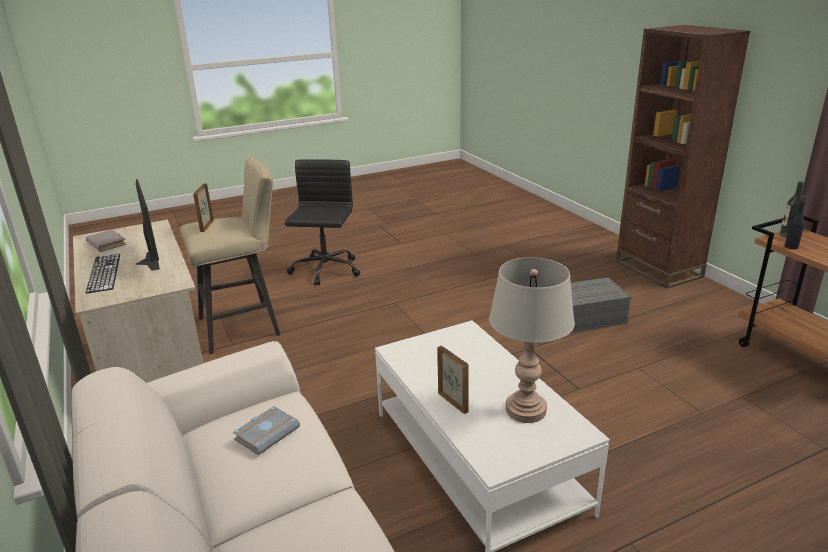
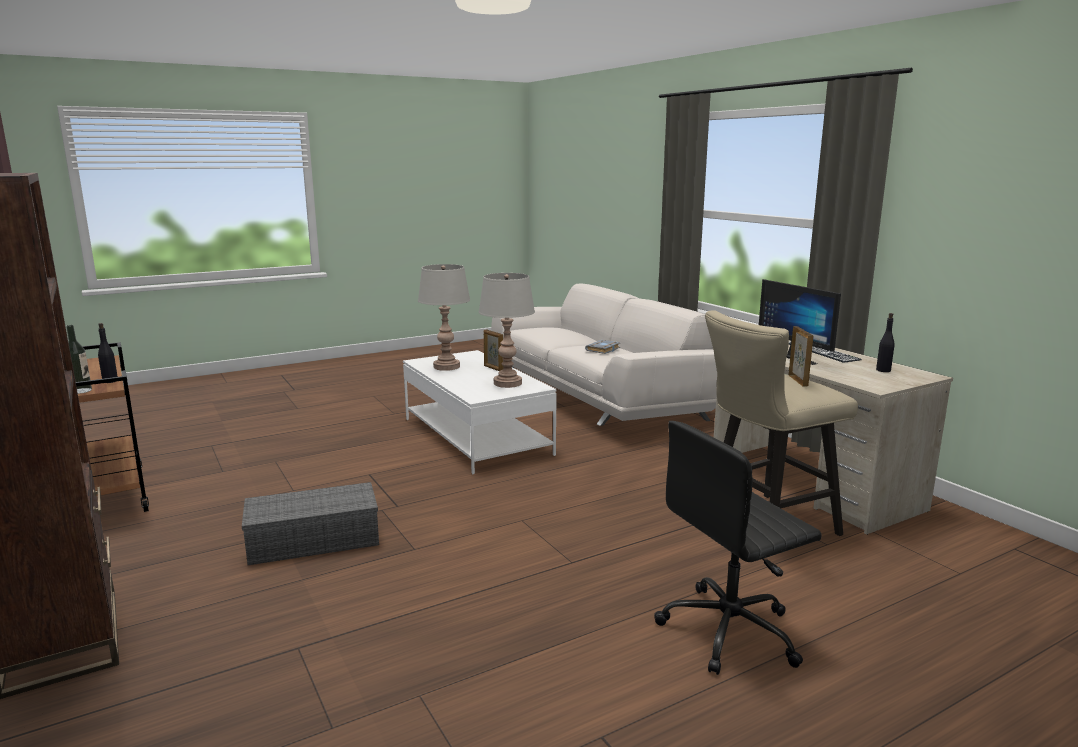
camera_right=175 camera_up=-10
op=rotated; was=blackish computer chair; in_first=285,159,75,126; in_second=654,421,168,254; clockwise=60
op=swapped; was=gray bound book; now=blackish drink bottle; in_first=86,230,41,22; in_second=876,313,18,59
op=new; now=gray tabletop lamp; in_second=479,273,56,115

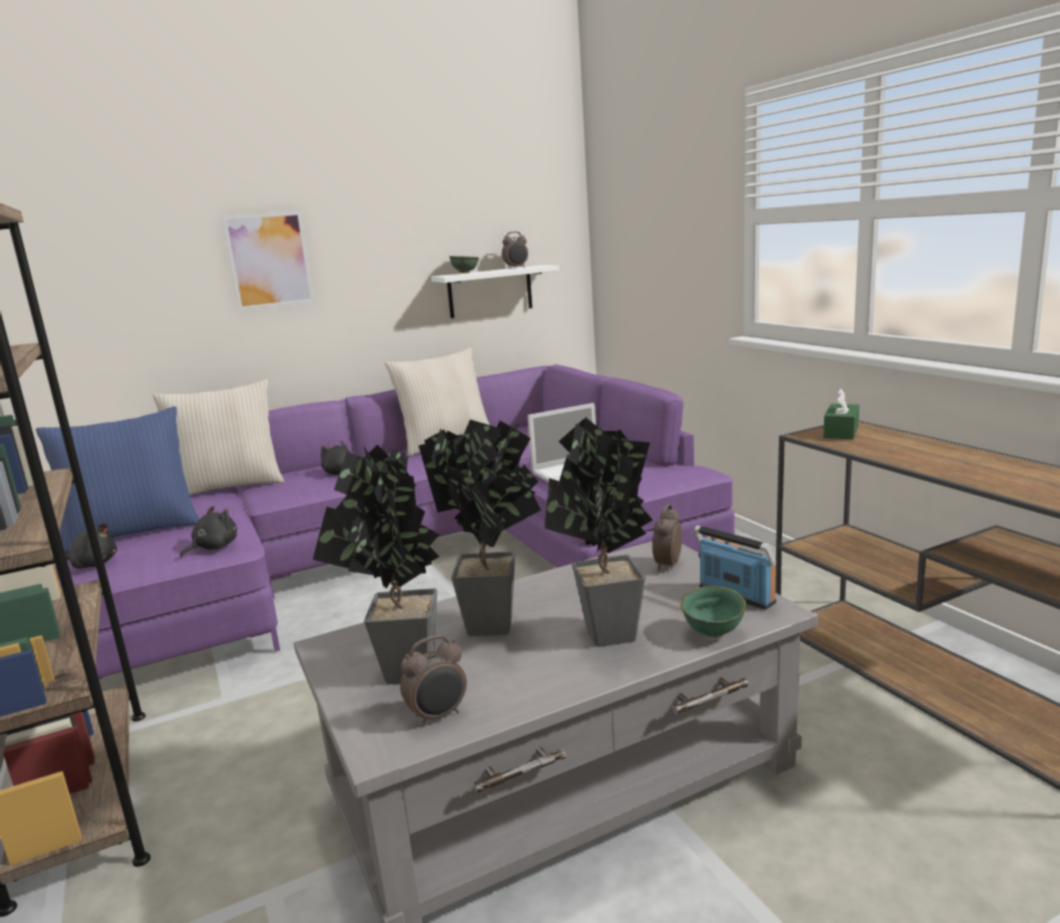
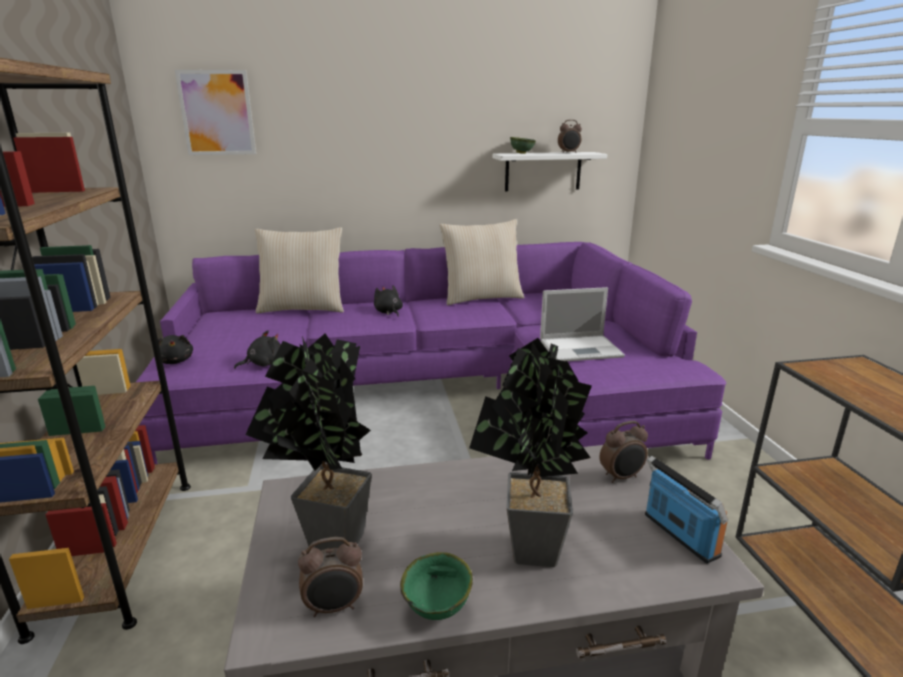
camera_right=15 camera_up=5
op=shifted; was=wall art; in_first=221,211,94,100; in_second=175,70,81,85
op=gone; was=green tissue holder; in_first=824,388,35,51
op=gone; was=blue-coloured throw pillow; in_first=36,406,164,146
op=gone; was=houseplant; in_first=419,420,122,216
op=rotated; was=bedside clock; in_first=652,504,30,67; in_second=600,421,48,62; clockwise=-150
op=rotated; was=blackish soft toy; in_first=66,523,51,46; in_second=158,335,35,29; clockwise=45
op=shifted; was=green deep dish; in_first=680,586,67,52; in_second=400,552,73,68

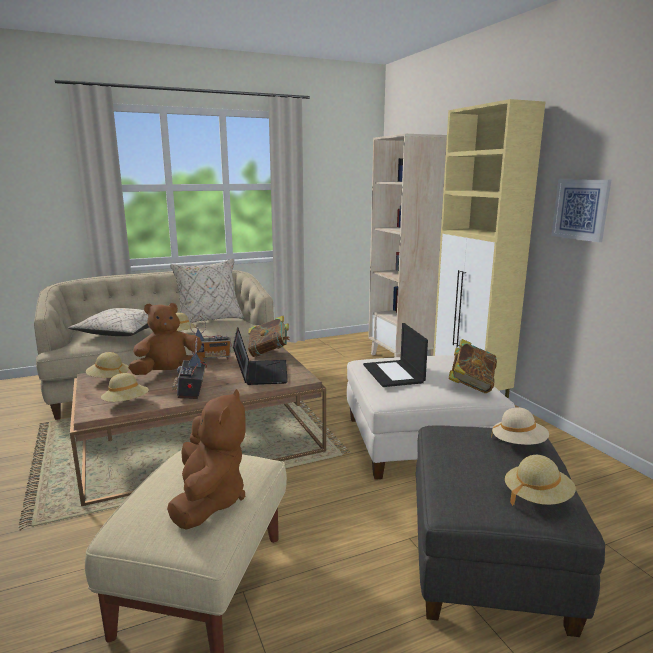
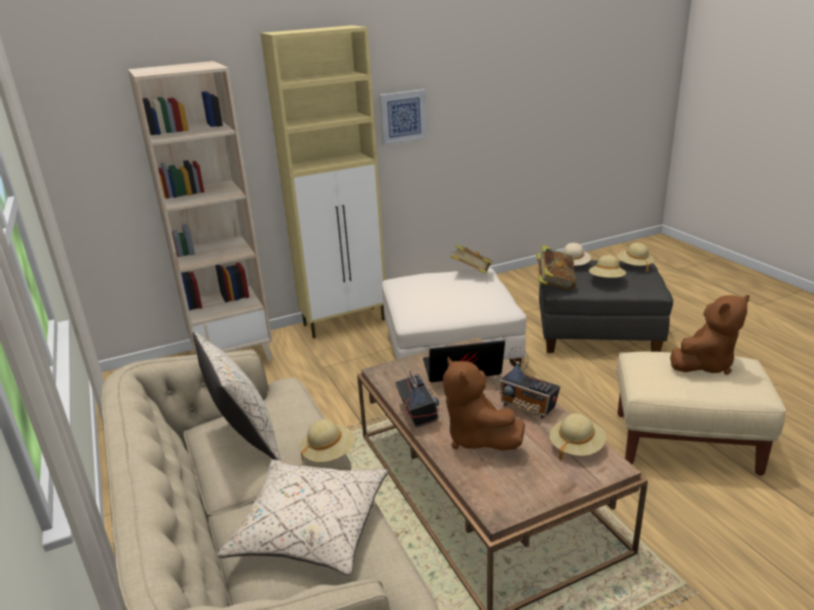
camera_right=-90 camera_up=10
op=shifted; was=bound book; in_first=248,316,42,41; in_second=536,245,40,45
op=gone; was=portable computer; in_first=363,323,65,64
op=rotated; was=radio set; in_first=172,337,35,62; in_second=499,347,61,72; clockwise=45
op=shifted; was=sand-coloured hat; in_first=86,352,43,26; in_second=589,255,37,23
op=rotated; was=brown-coloured soft toy; in_first=167,389,79,141; in_second=670,295,79,80; clockwise=150

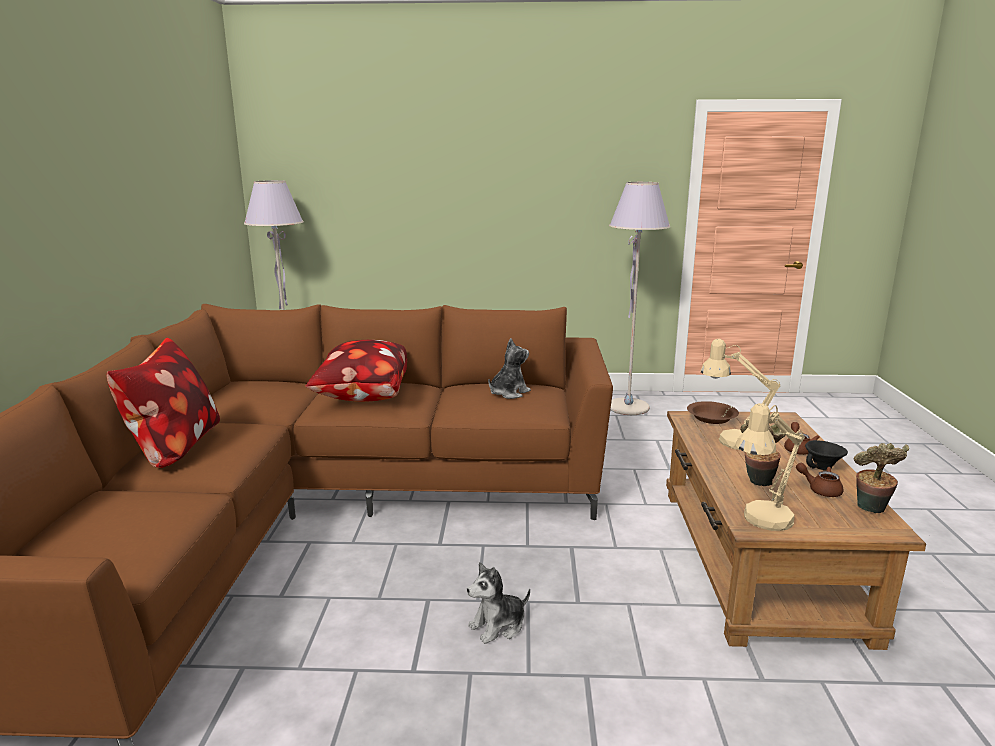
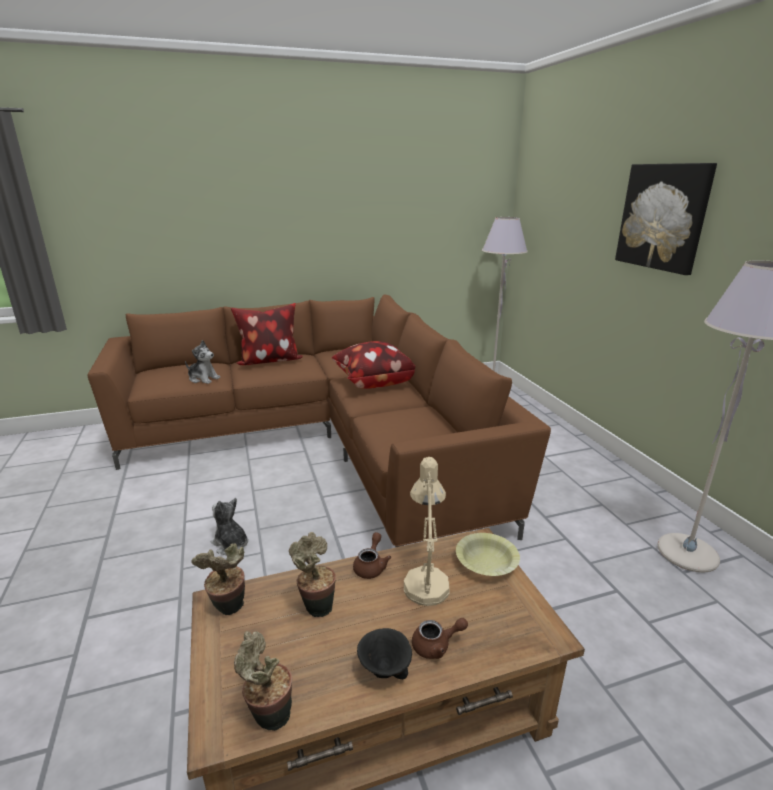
camera_right=70 camera_up=5
op=shifted; was=soft toy; in_first=488,338,43,61; in_second=185,340,35,44
op=repainted; was=brown-coloured deep dish; now=yellow-coloured deep dish; in_first=687,401,52,23; in_second=456,533,64,43
op=swapped; was=sand-coloured tabletop lamp; now=houseplant; in_first=736,403,69,128; in_second=191,543,54,72
op=shifted; was=brown-coloured teapot; in_first=796,463,48,34; in_second=353,532,38,47
op=new; now=wall art; in_second=615,163,102,112

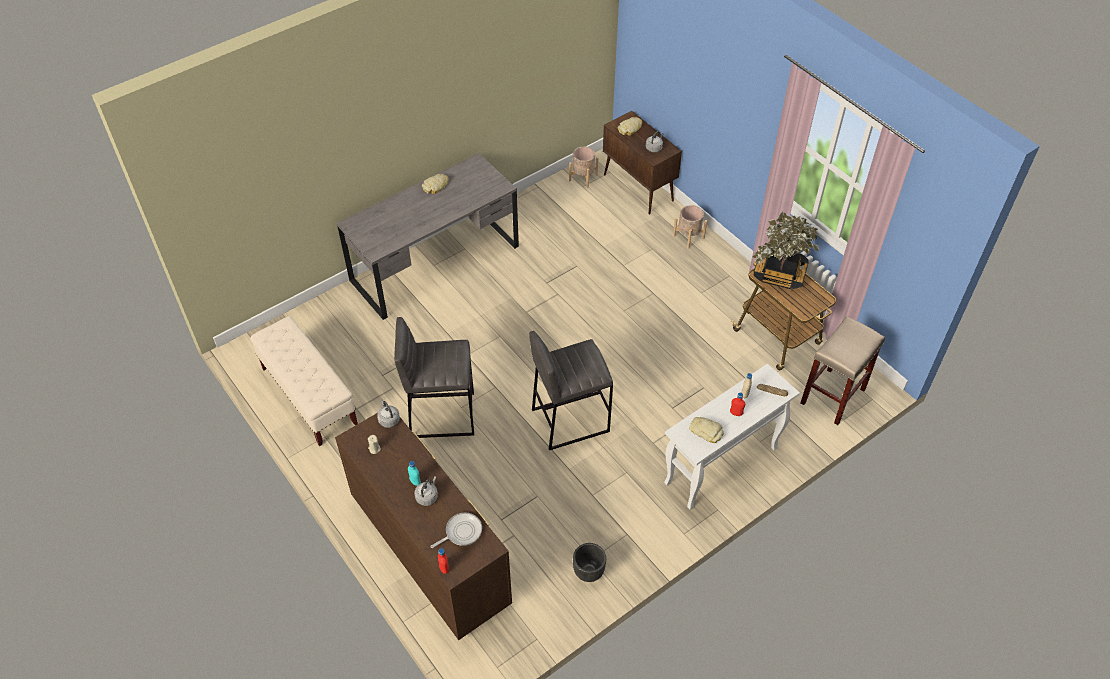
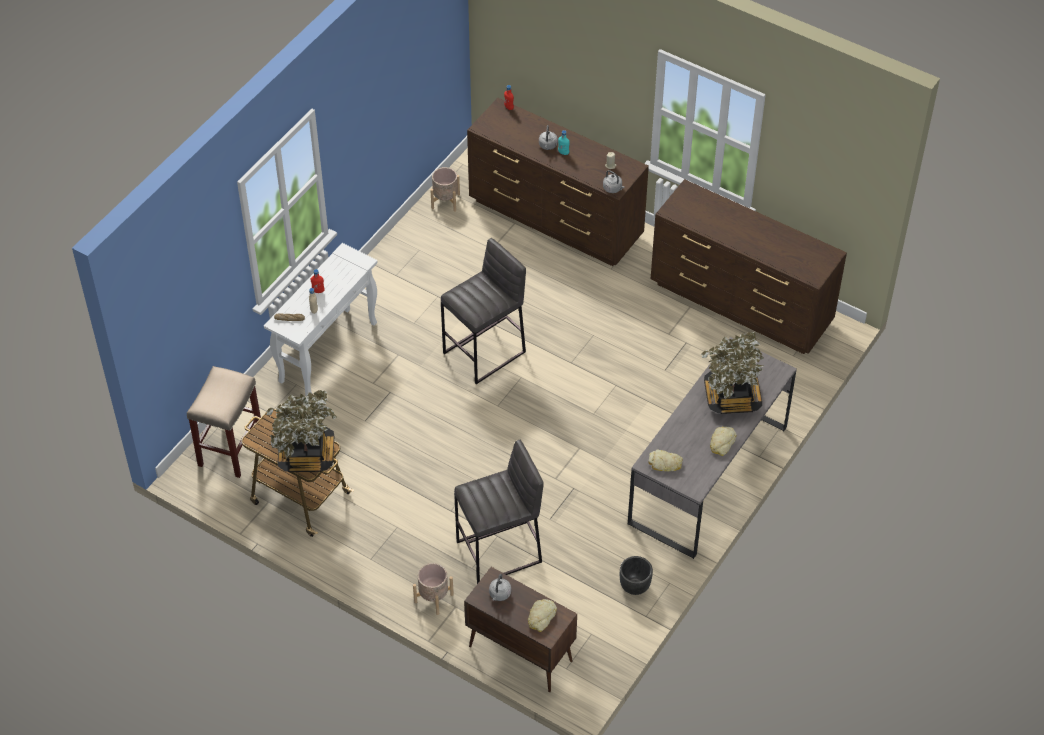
camera_right=160 camera_up=0
op=shifted; was=sand-coloured planter; in_first=569,147,30,41; in_second=431,167,29,45
op=swapped; was=sand-coloured indoor bench; now=brown-coloured dresser; in_first=250,316,108,130; in_second=651,179,196,175
op=shifted; was=gray sitting stool; in_first=394,317,80,121; in_second=454,439,90,145
op=shifted; was=baked bread; in_first=689,417,35,26; in_second=649,450,34,21
op=gone; was=skillet; in_first=430,513,52,35
op=shifted; was=blackish planter; in_first=573,543,33,39; in_second=620,556,33,39
op=new; now=houseplant; in_second=701,332,63,82

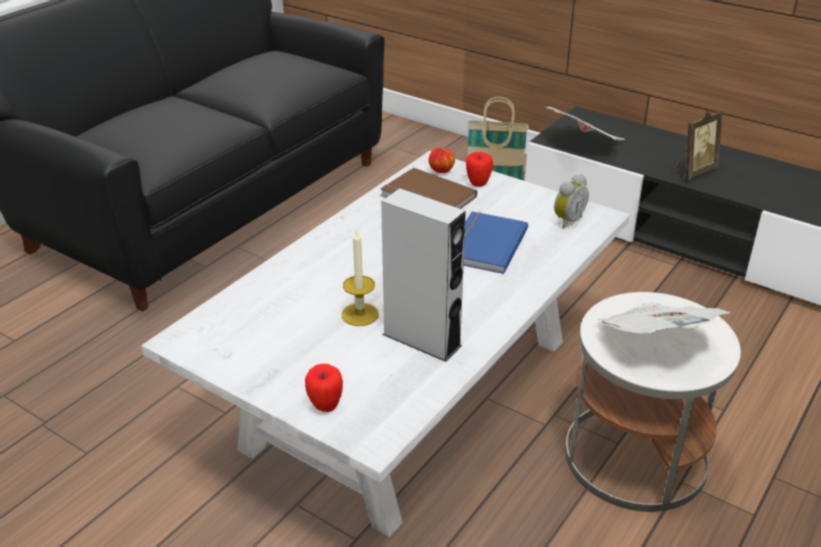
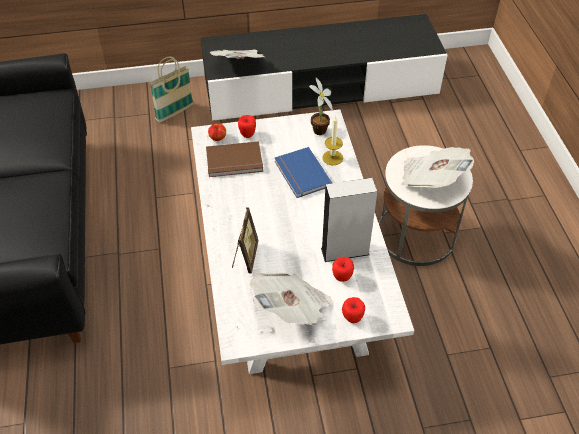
camera_right=-45 camera_up=15
op=shifted; was=photo frame; in_first=673,110,49,70; in_second=232,207,27,66
op=swapped; was=bedside clock; now=houseplant; in_first=554,174,35,55; in_second=309,78,24,57
op=shifted; was=wax light; in_first=342,231,37,95; in_second=322,115,21,50
op=new; now=whole apple; in_second=332,257,22,25
op=new; now=daily paper; in_second=250,273,82,52

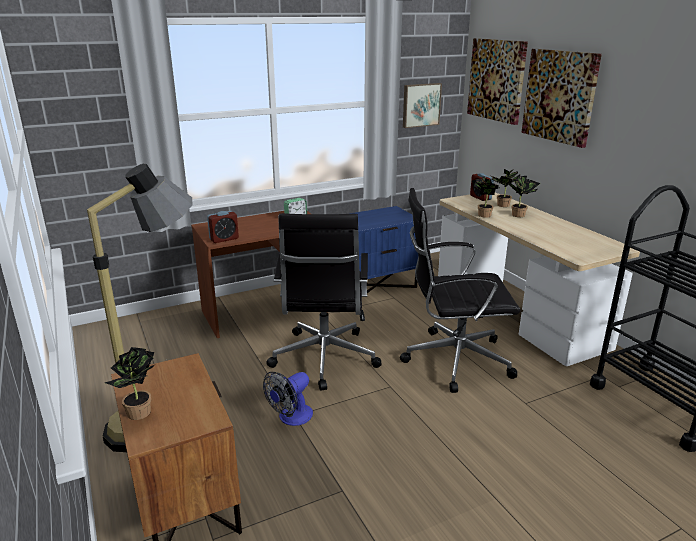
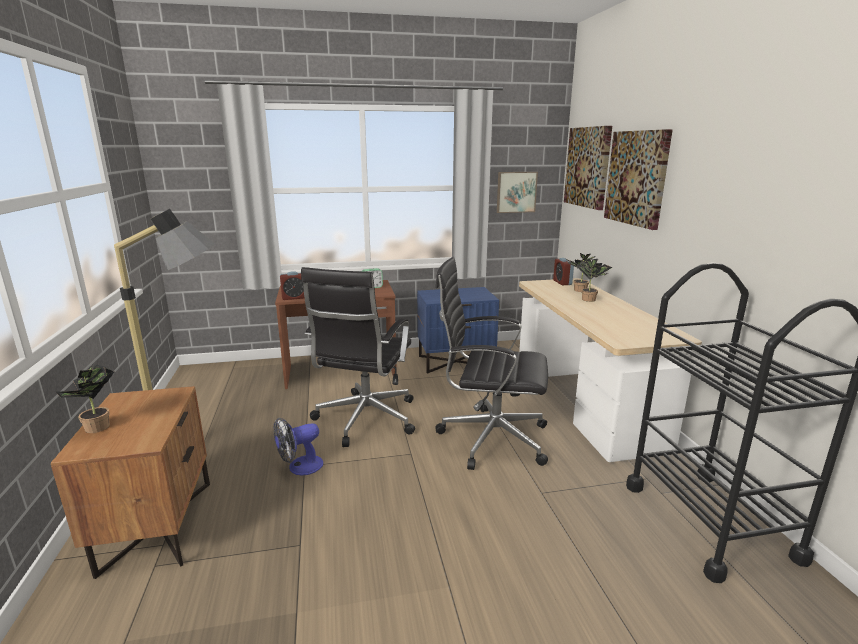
camera_right=15 camera_up=-5
op=gone; was=houseplant; in_first=472,176,27,42

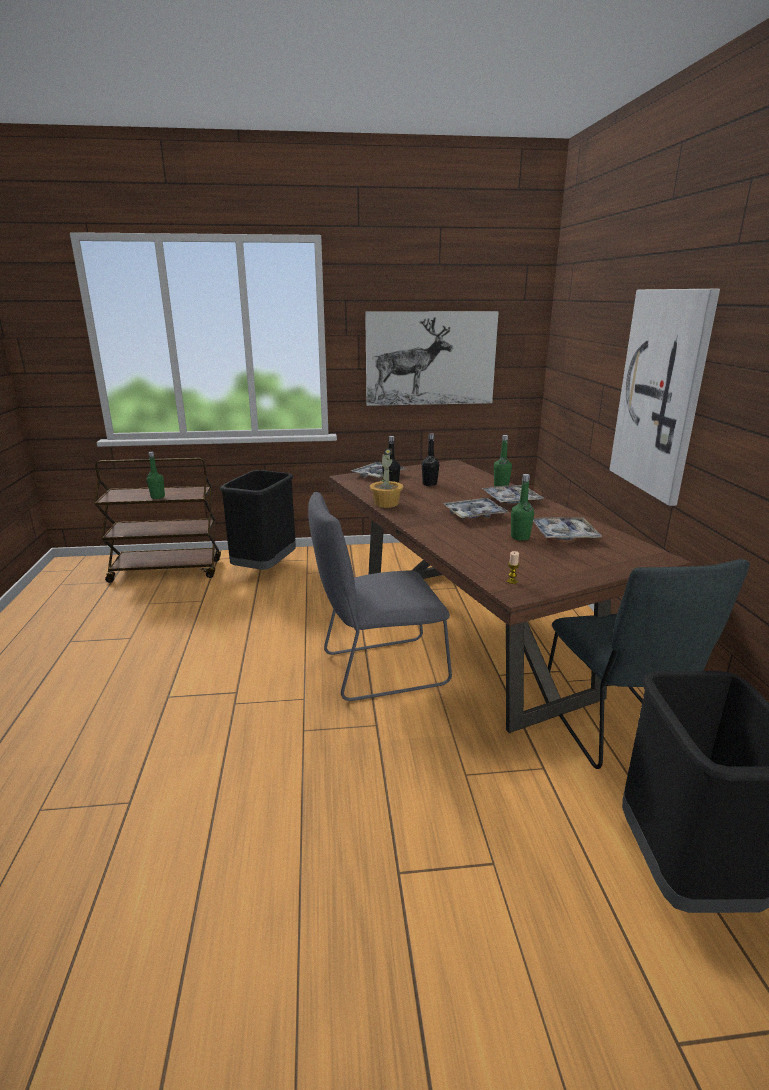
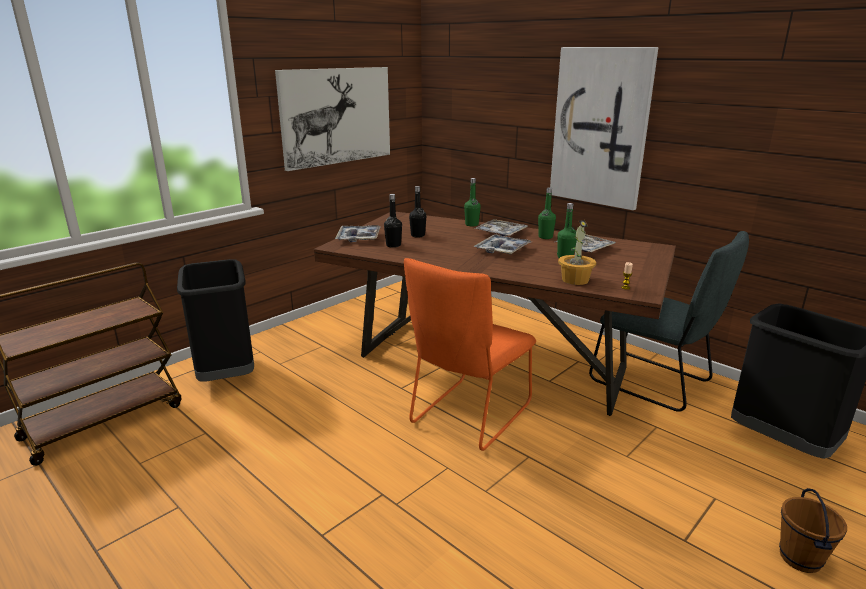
camera_right=-40 camera_up=0
op=shifted; was=houseplant; in_first=370,448,33,60; in_second=558,220,38,65
op=shifted; was=green drink bottle; in_first=147,452,18,47; in_second=538,188,18,51
op=repainted; was=gray chair; now=orange chair; in_first=308,492,144,209; in_second=404,258,132,193
op=new; now=brown-coloured water bucket; in_second=779,488,68,85

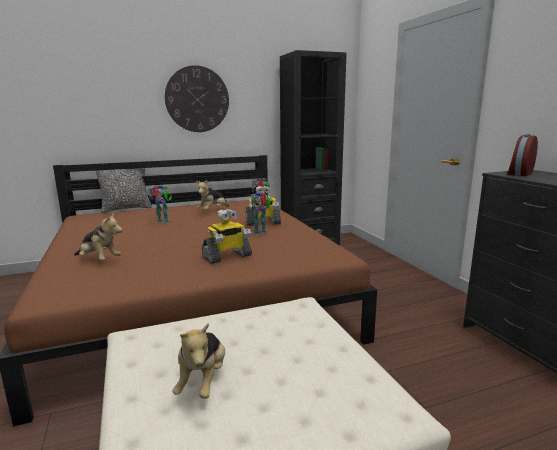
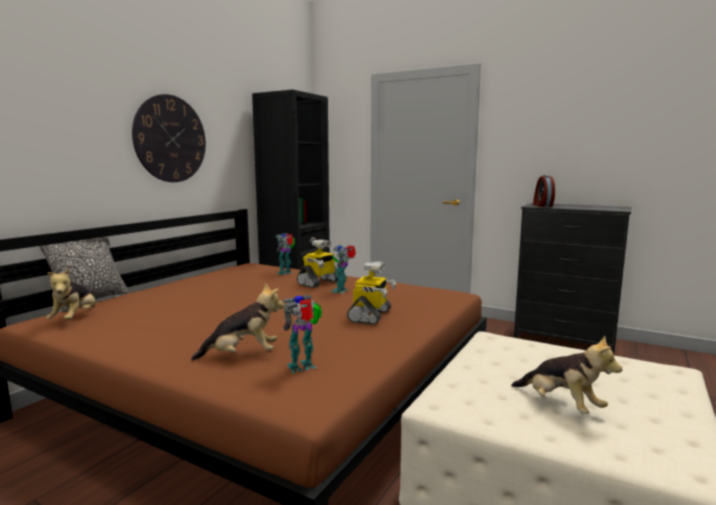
camera_right=-40 camera_up=-5
op=shifted; was=soft toy; in_first=196,180,33,30; in_second=46,268,49,52
op=shifted; was=toy robot; in_first=149,185,23,38; in_second=282,295,40,78

